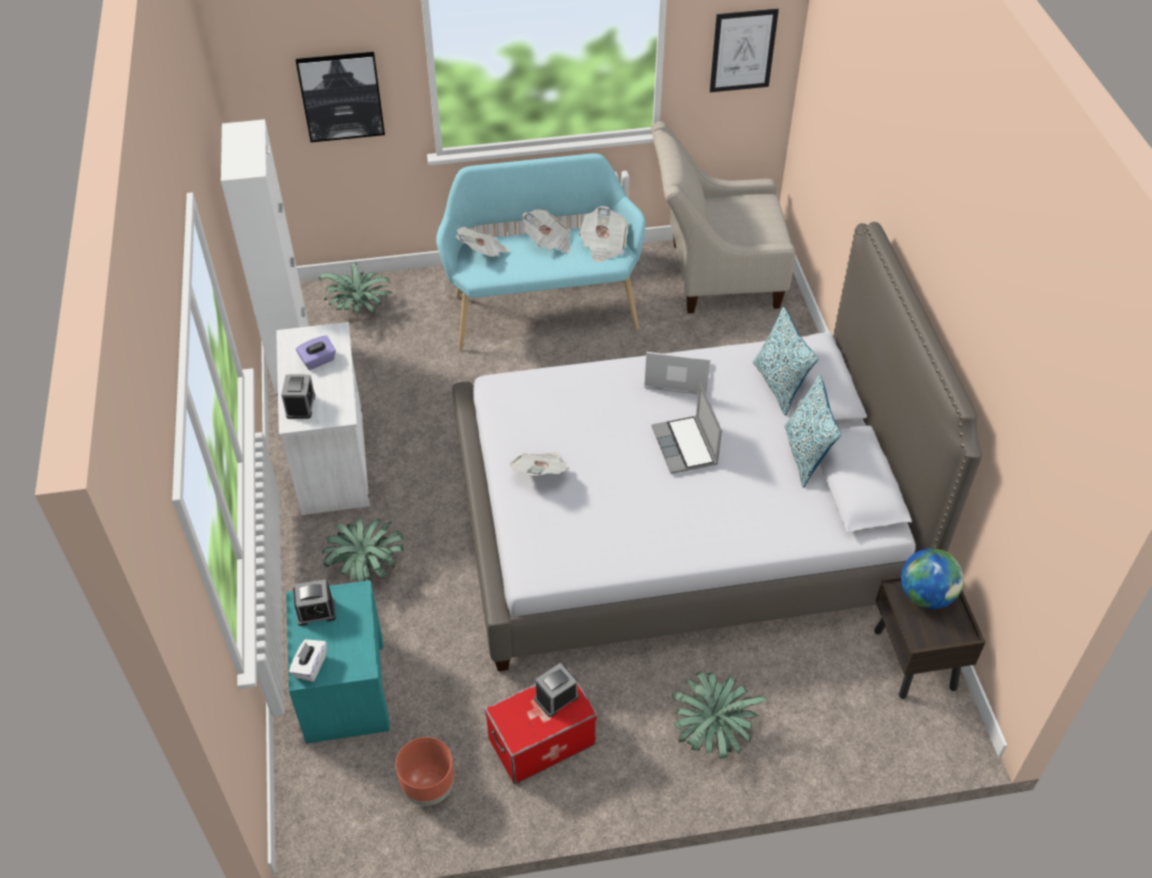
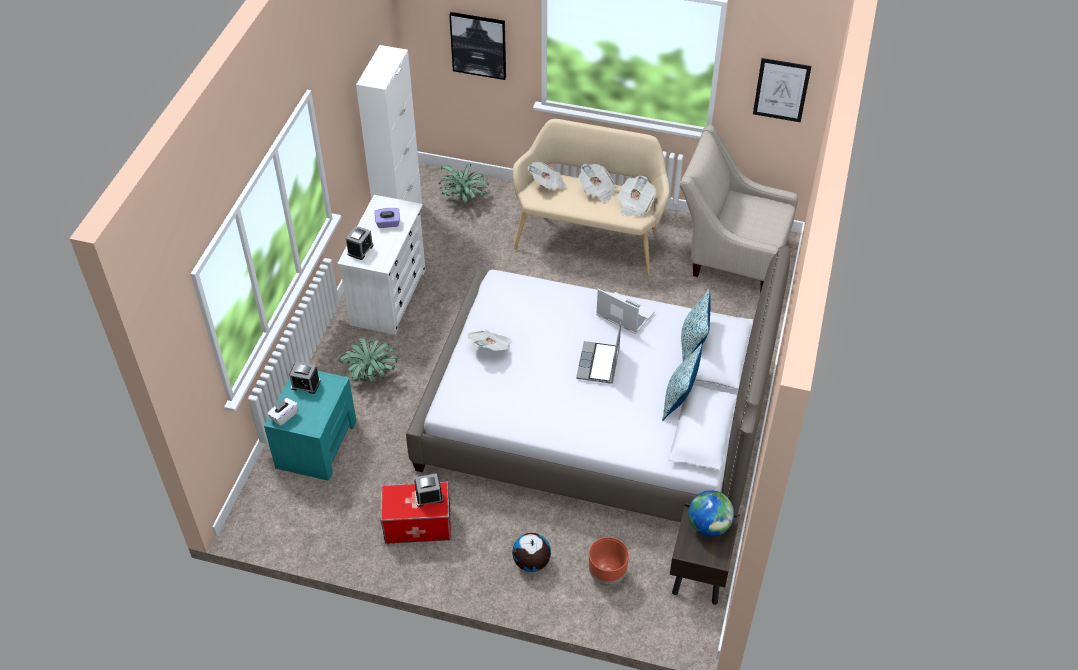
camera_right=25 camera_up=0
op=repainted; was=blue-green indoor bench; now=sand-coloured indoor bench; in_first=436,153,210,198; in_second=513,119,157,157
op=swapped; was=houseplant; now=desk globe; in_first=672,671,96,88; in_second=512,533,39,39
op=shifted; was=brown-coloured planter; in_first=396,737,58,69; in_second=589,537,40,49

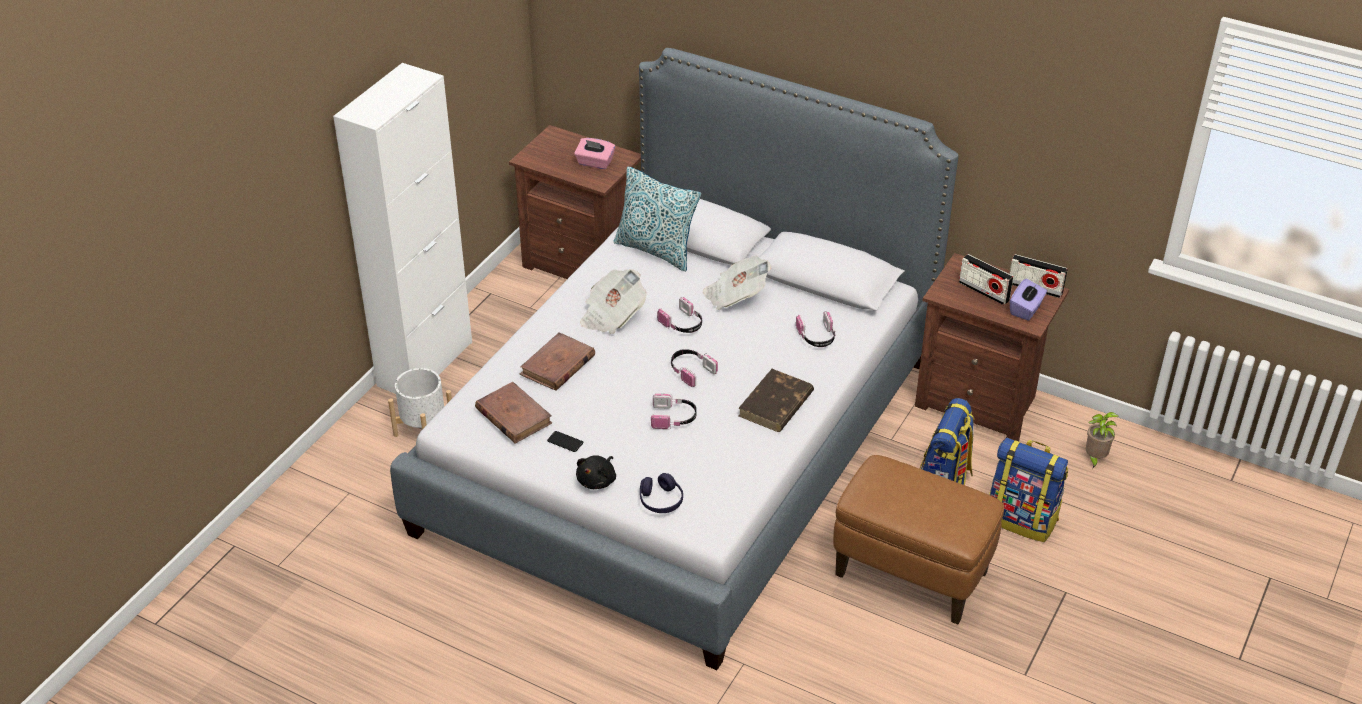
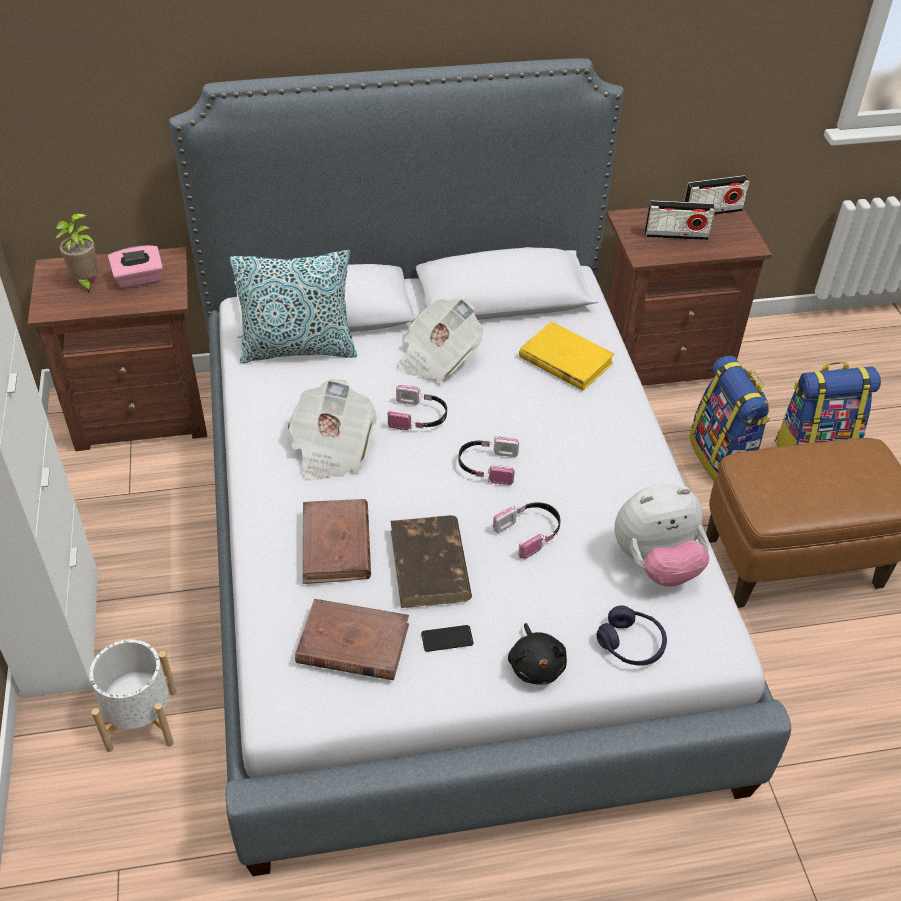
camera_right=-40 camera_up=5
op=gone; was=purple tissue holder; in_first=1010,279,37,42
op=swapped; was=pair of headphones; now=yellow-coloured bound book; in_first=796,311,40,36; in_second=519,322,96,69
op=shifted; was=brown-coloured bound book; in_first=739,369,75,63; in_second=391,515,81,93
op=shifted; was=houseplant; in_first=1086,412,33,57; in_second=55,213,44,81
op=new; now=soft toy; in_second=614,484,95,103

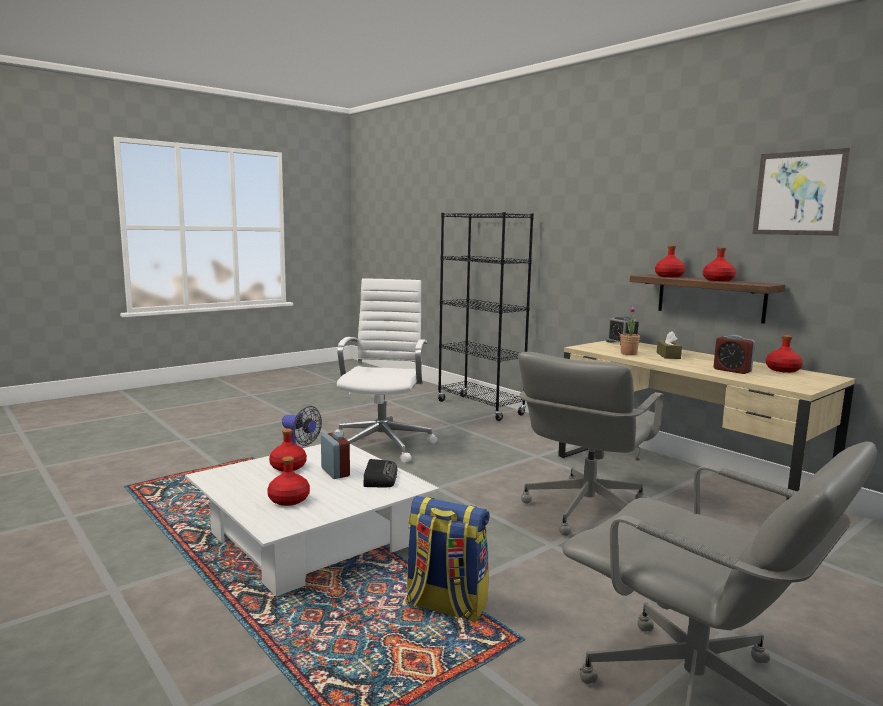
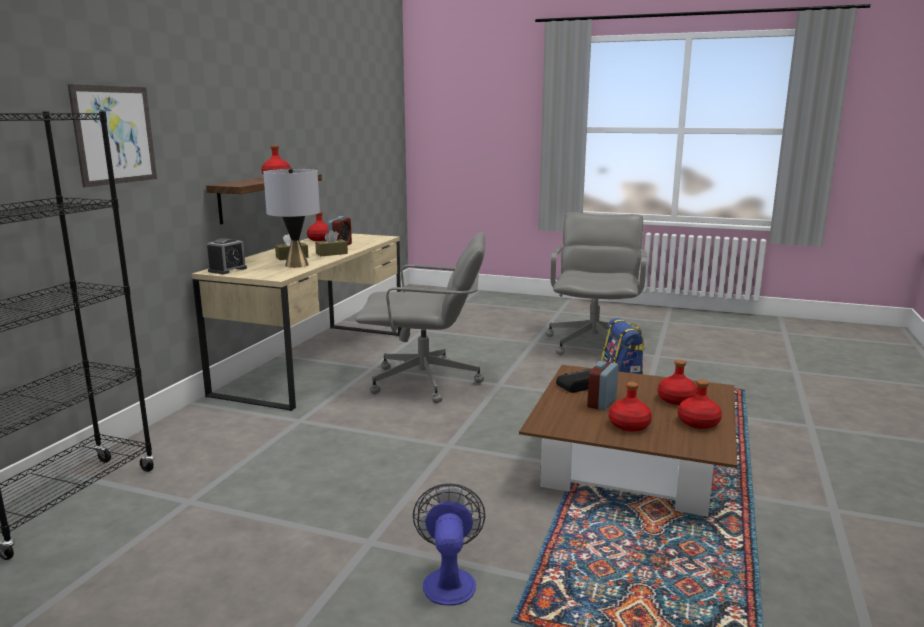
camera_right=-120 camera_up=5
op=shifted; was=wall art; in_first=752,148,98,88; in_second=68,84,89,103
op=shifted; was=reddish drink bottle; in_first=655,245,30,32; in_second=678,380,44,49
op=gone; was=whitish computer chair; in_first=334,278,104,185
op=swapped; was=houseplant; now=gray tabletop lamp; in_first=620,307,20,48; in_second=263,168,57,100
op=repainted; was=whitish coffee table; now=brown-coloured coffee table; in_first=185,444,254,153; in_second=519,365,218,152
op=new; now=brown-coloured tissue holder; in_second=315,230,33,26

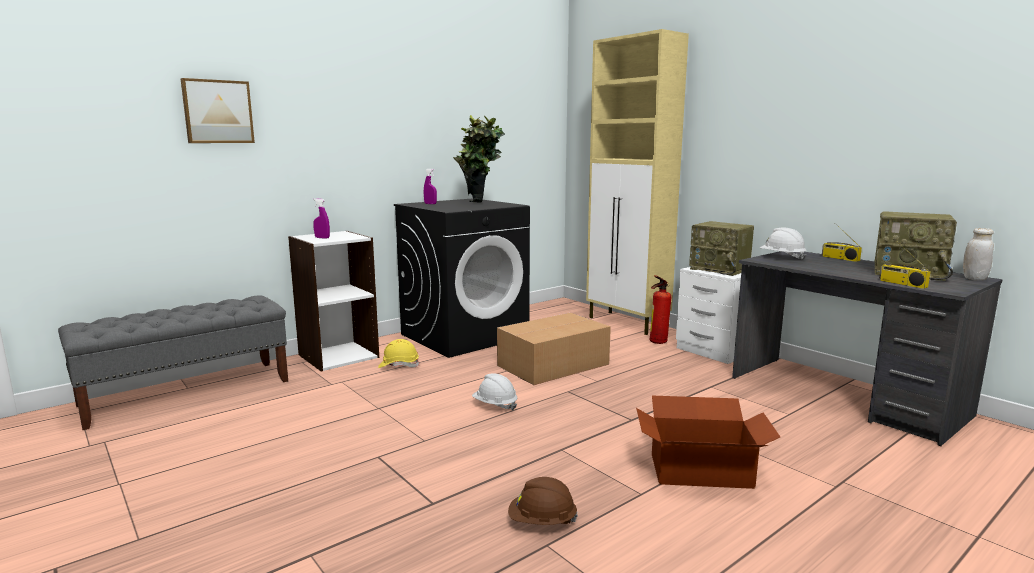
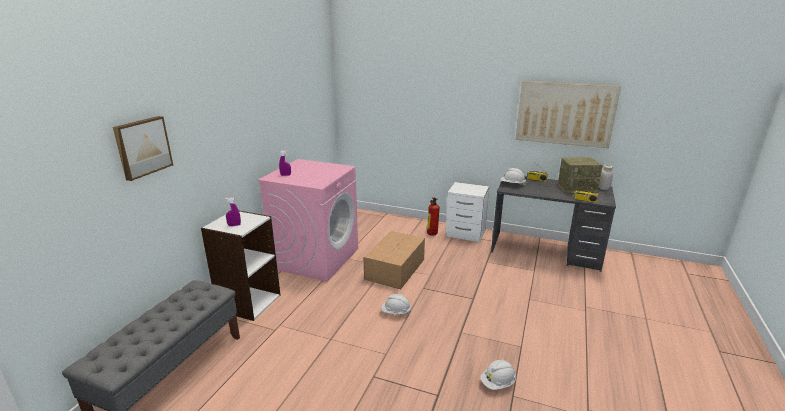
camera_right=-30 camera_up=10
op=gone; was=sand-coloured cabinet; in_first=586,29,103,306
op=gone; was=houseplant; in_first=453,115,52,88
op=repainted; was=blackish washing machine; now=pink-coloured washing machine; in_first=394,199,136,159; in_second=258,159,100,123
op=gone; was=radio set; in_first=689,221,65,55
op=gone; was=yellow-coloured hard hat; in_first=378,339,41,29
op=gone; was=carton; in_first=636,396,144,93
op=repainted; was=brown-coloured hard hat; now=whitish hard hat; in_first=508,477,70,48; in_second=480,360,36,30
op=new; now=wall art; in_second=516,81,105,67

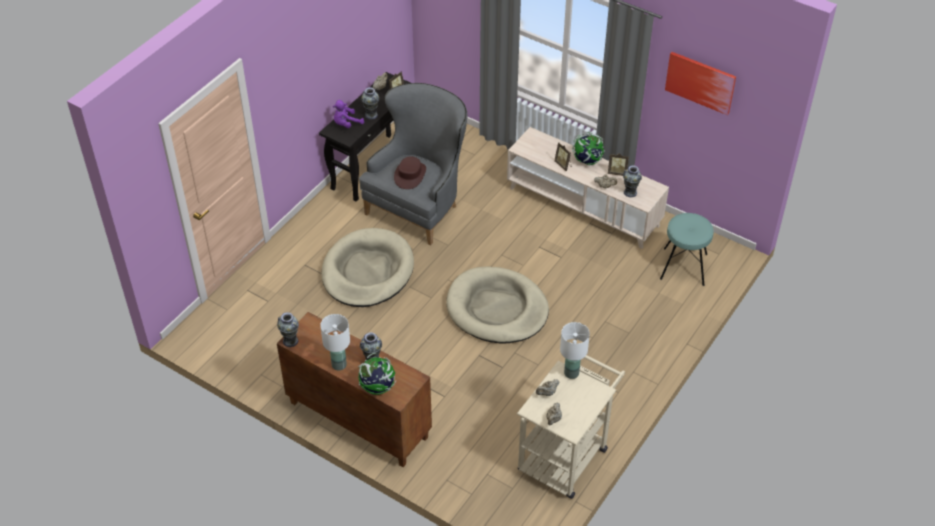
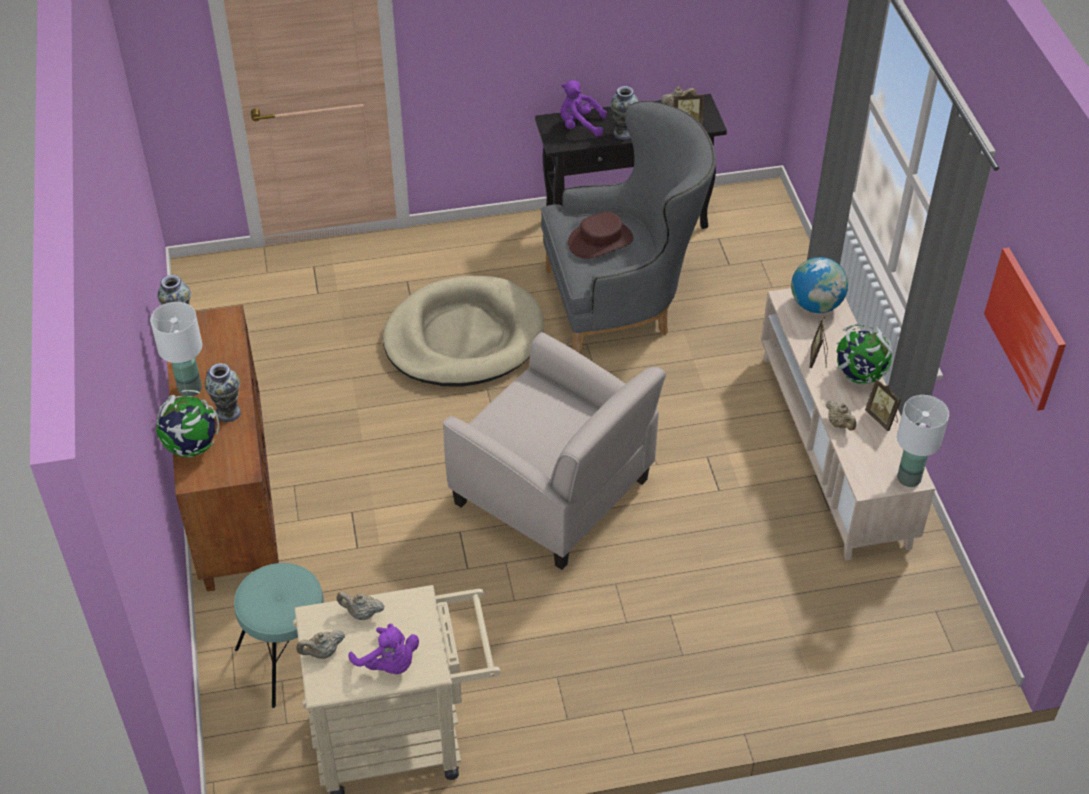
camera_right=45 camera_up=0
op=gone; was=decorative vase; in_first=623,165,19,32
op=shifted; was=blue-green sitting stool; in_first=660,213,54,73; in_second=234,563,90,145
op=swapped; was=sand-coloured dog bed; now=sand-coloured armchair; in_first=446,267,103,77; in_second=443,332,223,238
op=shifted; was=whitish tabletop lamp; in_first=560,322,30,57; in_second=897,395,52,92
op=new; now=desk globe; in_second=791,257,57,56
op=new; now=purple soft toy; in_second=348,623,71,51

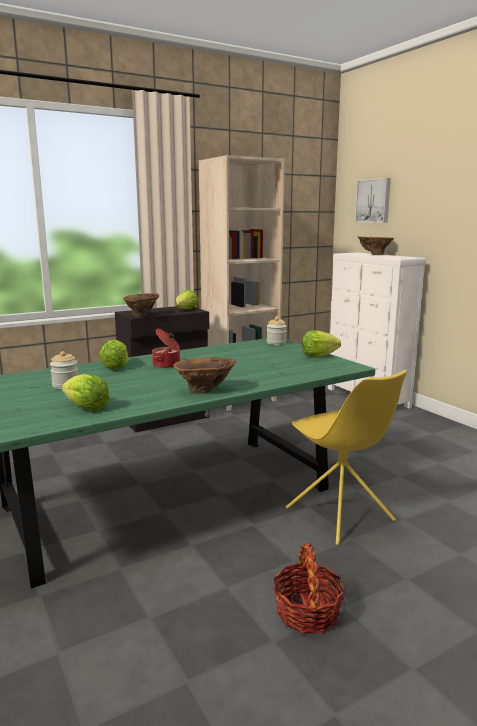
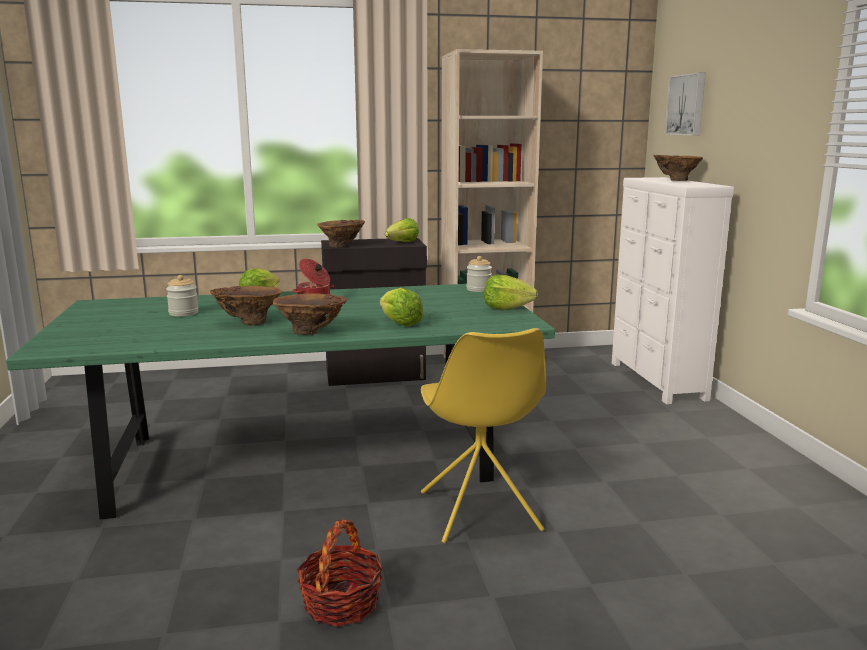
camera_right=20 camera_up=0
op=shifted; was=lettuce head; in_first=62,374,48,37; in_second=380,288,44,38
op=new; now=brown-coloured decorative vase; in_second=210,286,72,39

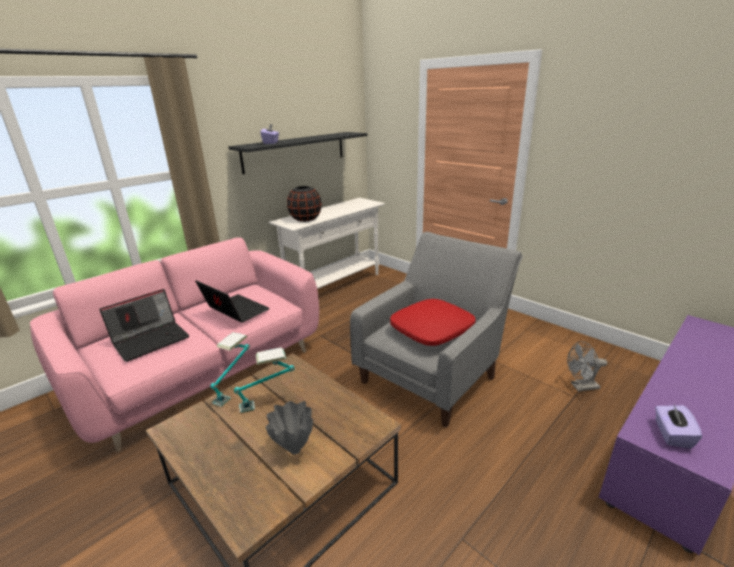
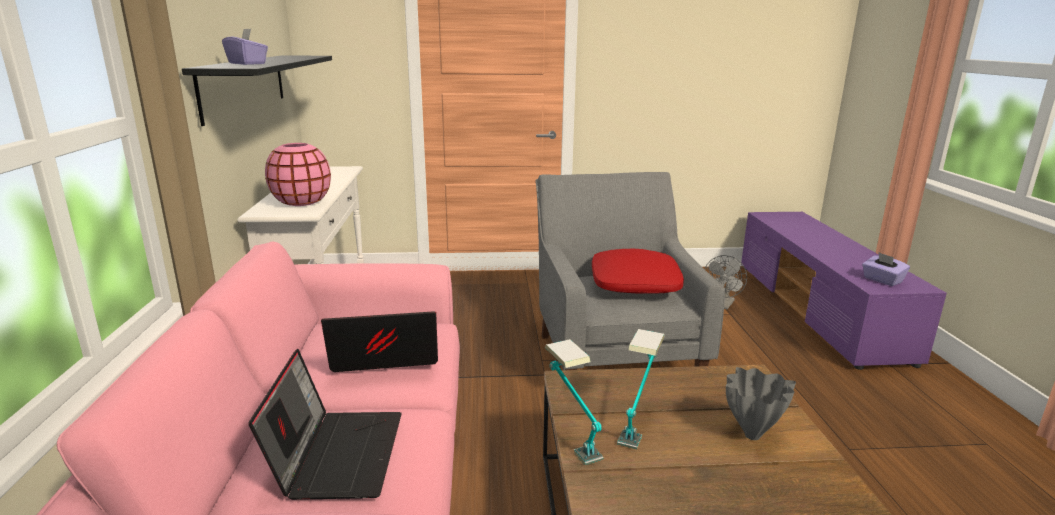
camera_right=-50 camera_up=-5
op=repainted; was=blackish decorative vase; now=pink-coloured decorative vase; in_first=287,186,35,36; in_second=265,143,66,63

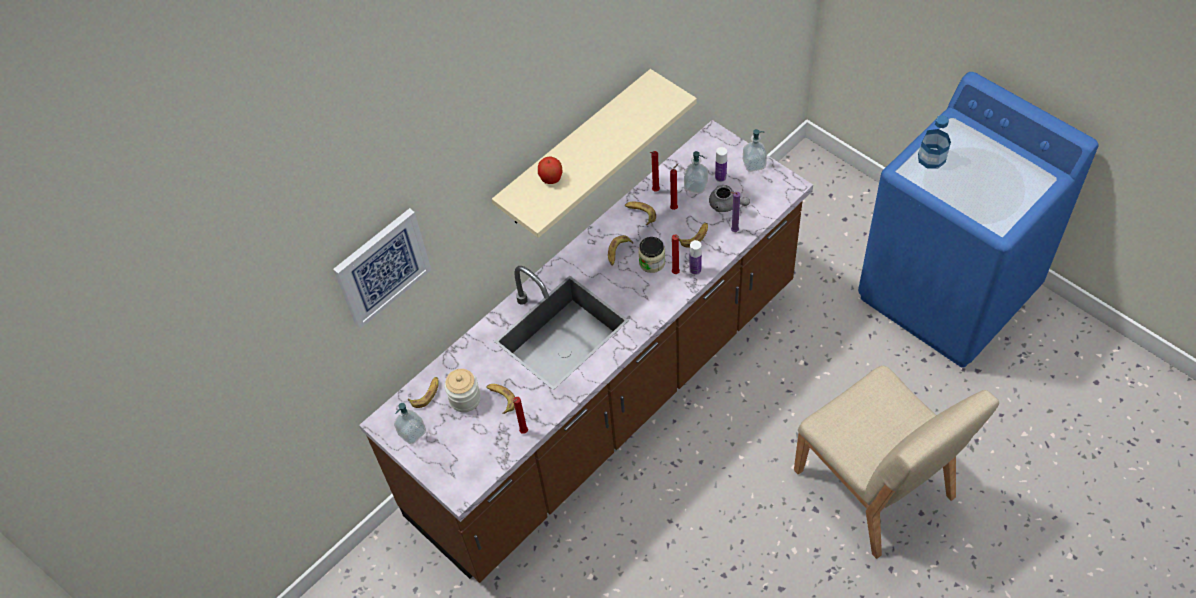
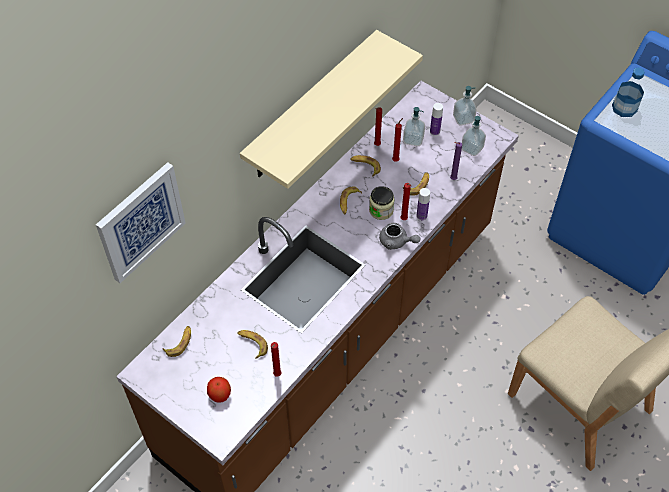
camera_right=-10 camera_up=0
op=shifted; was=whole apple; in_first=538,156,25,28; in_second=207,377,24,26
op=shifted; was=gray teapot; in_first=709,185,41,27; in_second=379,223,41,27
op=gone; was=jar; in_first=444,369,37,43
op=shifted; was=soap bottle; in_first=394,403,32,41; in_second=462,116,24,40

